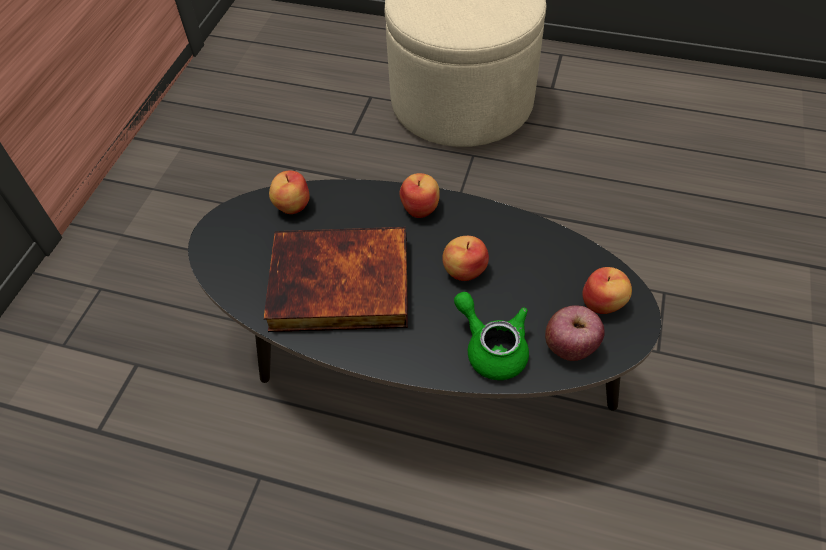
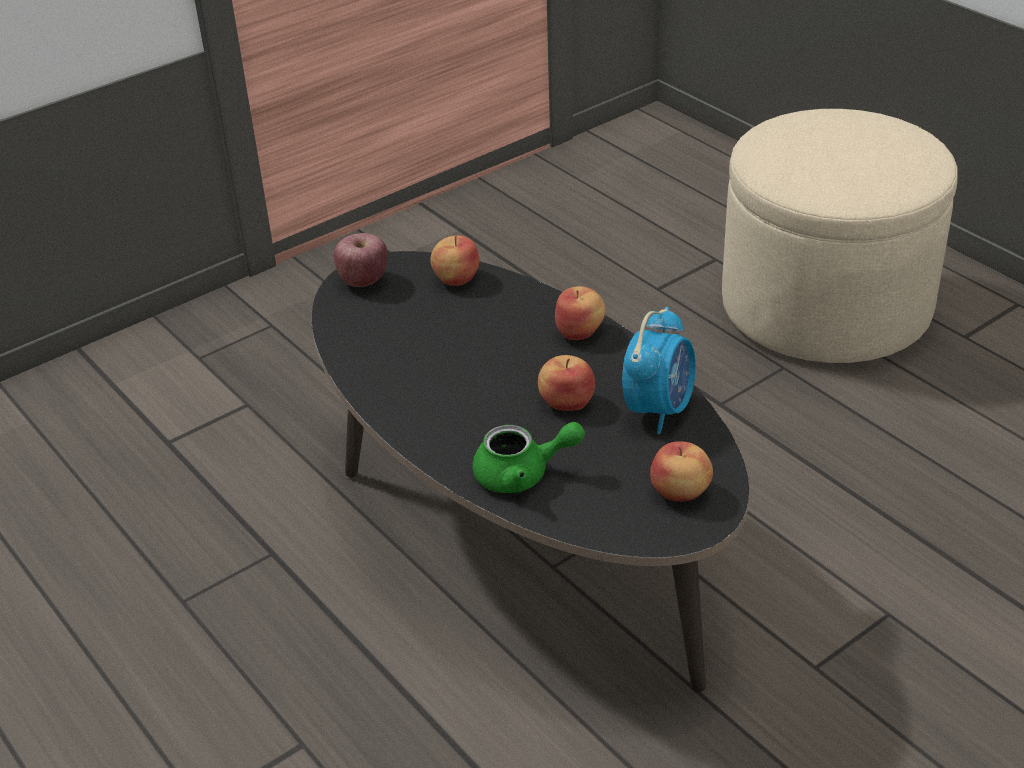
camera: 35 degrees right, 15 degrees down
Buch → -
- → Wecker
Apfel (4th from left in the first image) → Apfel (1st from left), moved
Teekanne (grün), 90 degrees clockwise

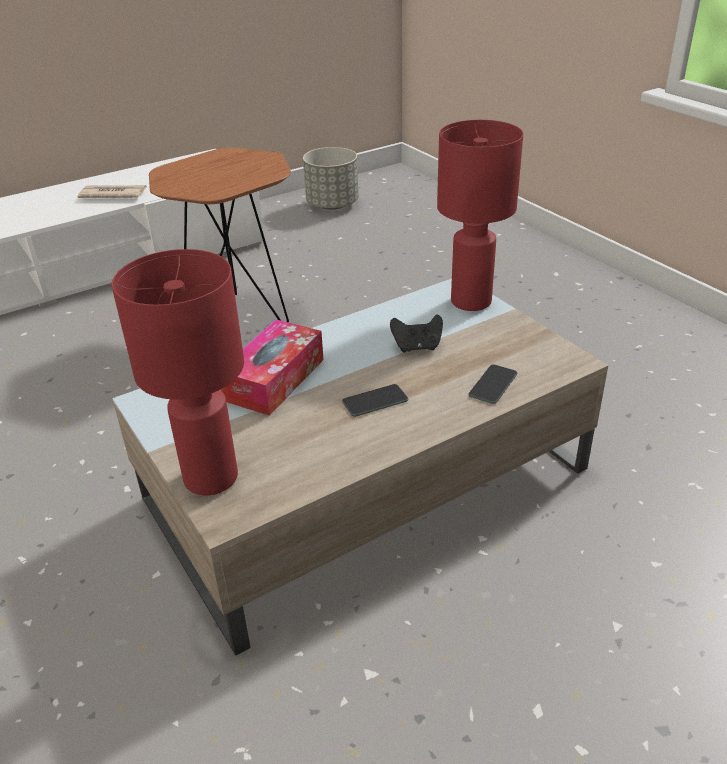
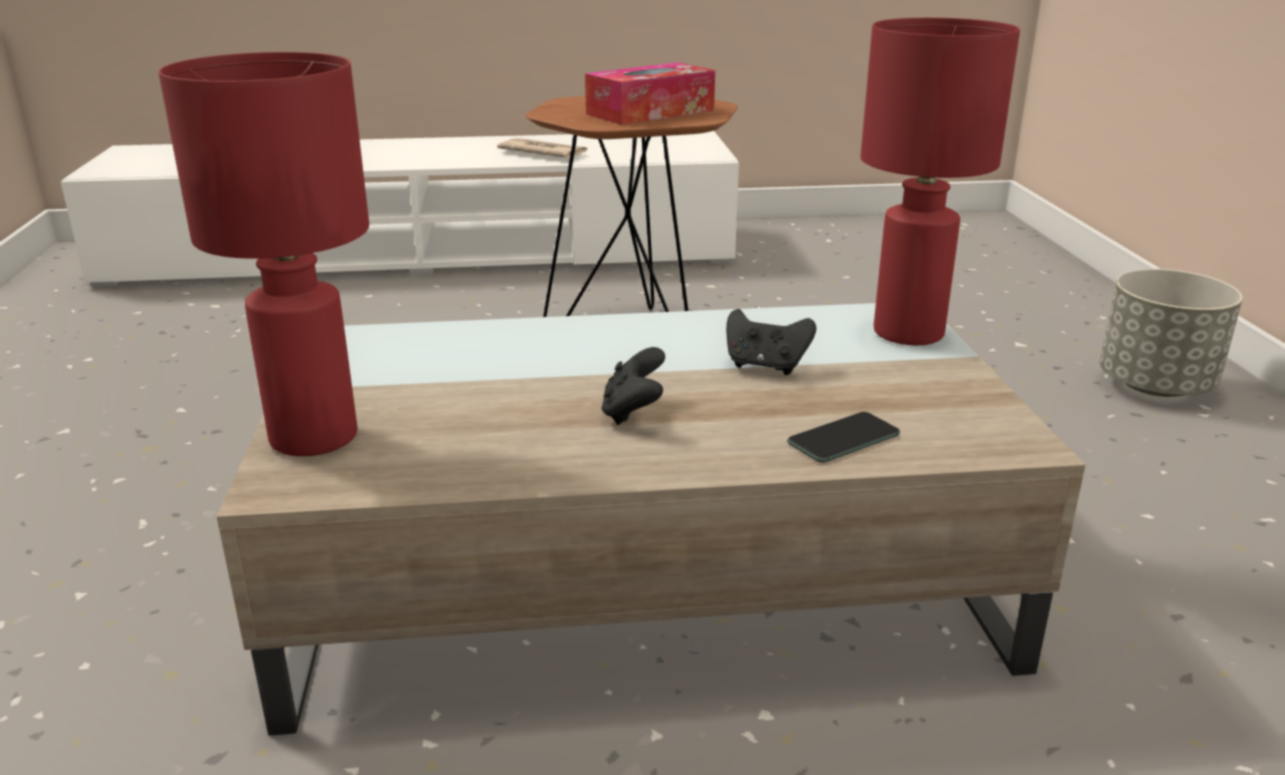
camera: 25 degrees right, 10 degrees down
Taschentuchbox, moved
Pflanzkübel (grau), moved
Handy (1st from left) → Gamepad (schwarz) (1st from left)

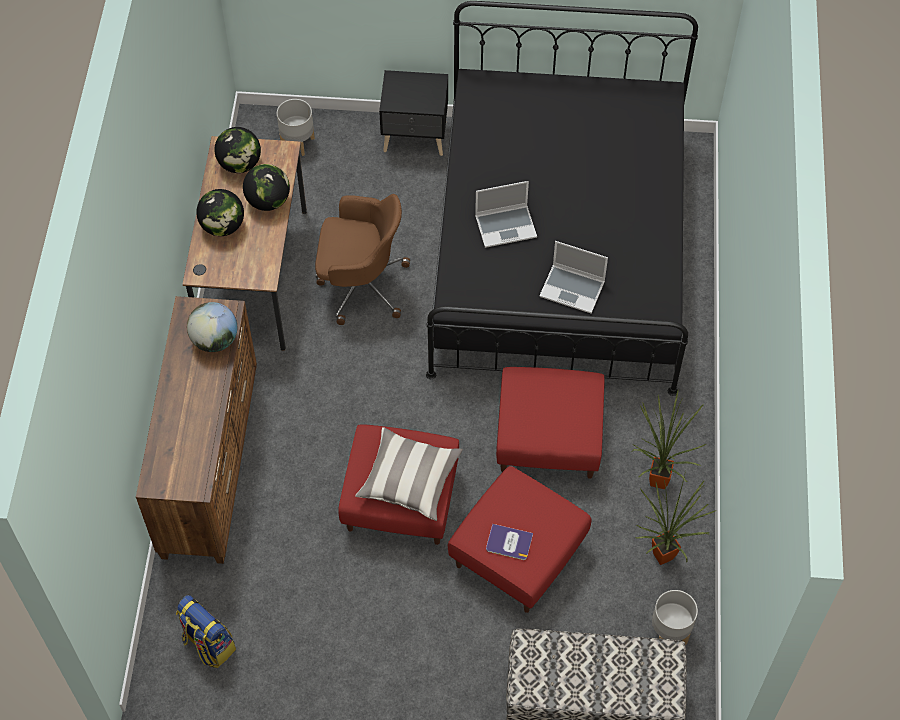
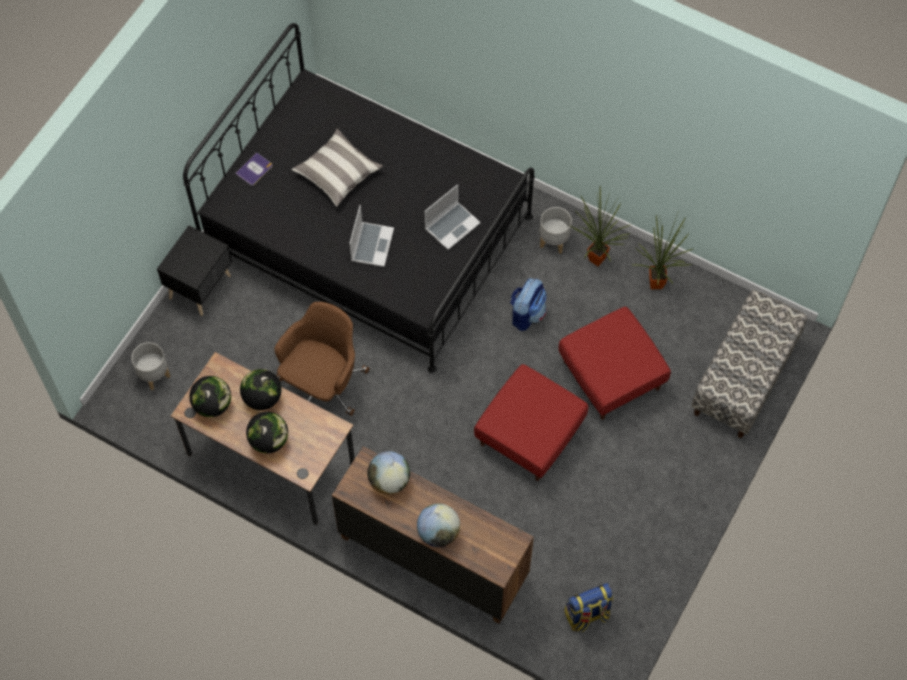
camera: 65 degrees left, 5 degrees up
- → Globus (5th from left)
Kissen, moved
Buch, moved
Pflanzkübel (grau) (2nd from left), moved
Polsterhocker (rot) (3rd from left) → Rucksack (1st from left)

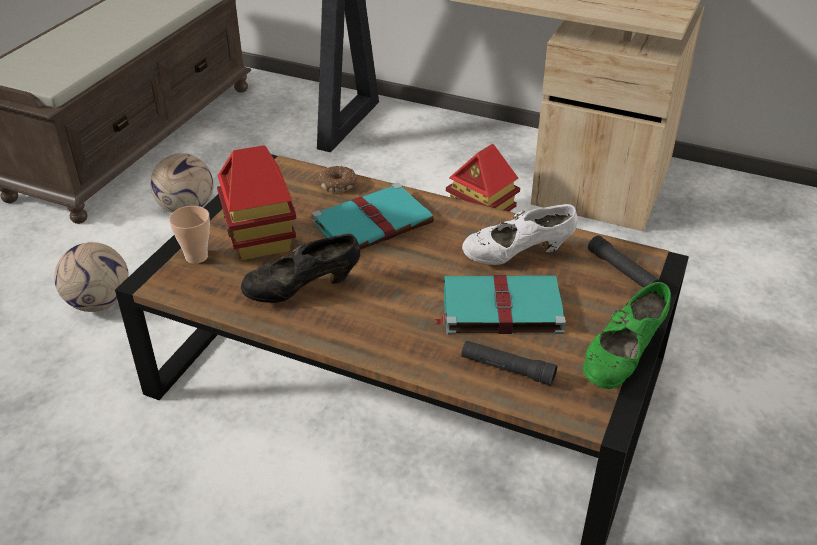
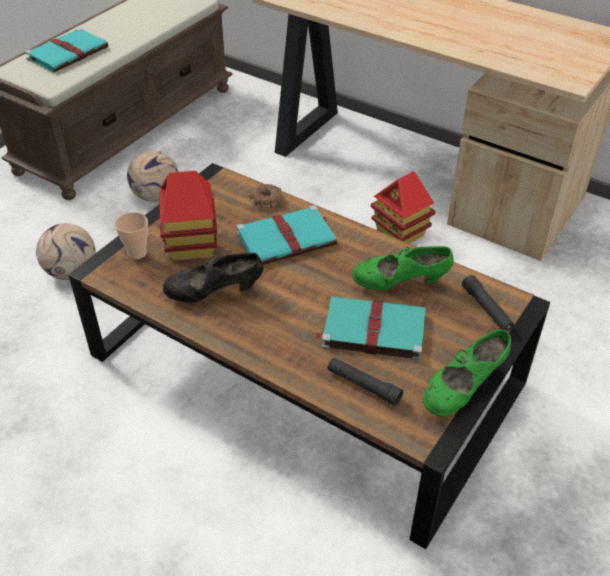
camera: 10 degrees right, 5 degrees up
- → Buch (türkis) (1st from left)
Schuh (weiß) → Schuh (grün) (1st from left)

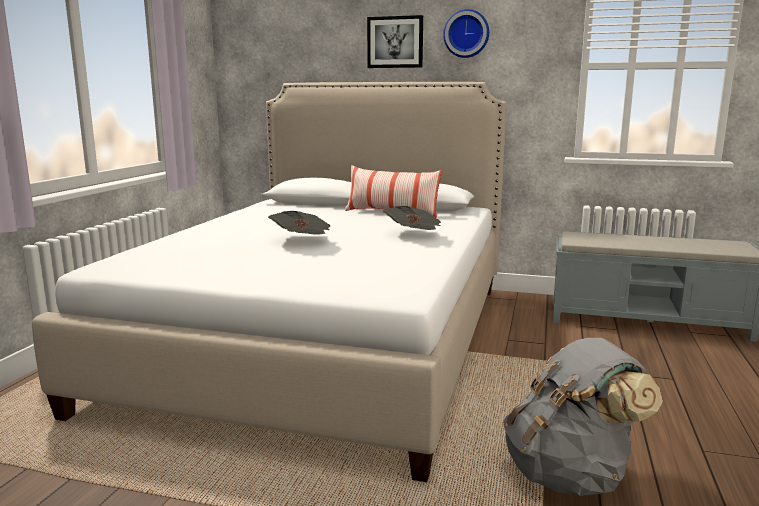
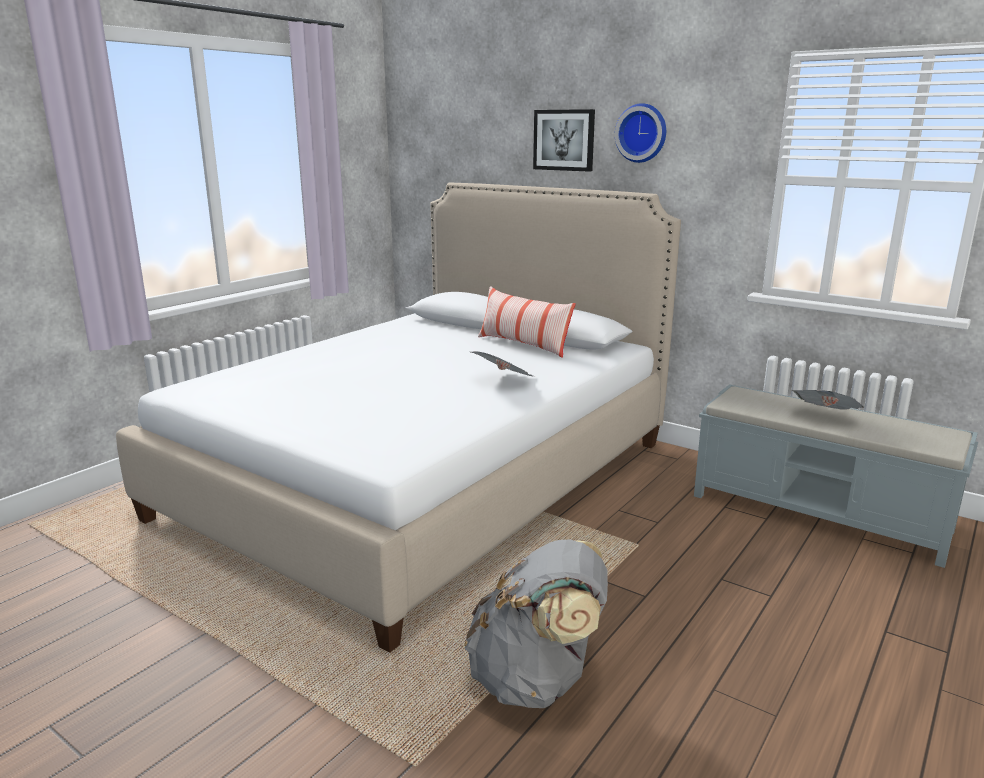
camera: 20 degrees right, 5 degrees up
Zeitung (1st from left in the first image) → Zeitung (2nd from left), moved

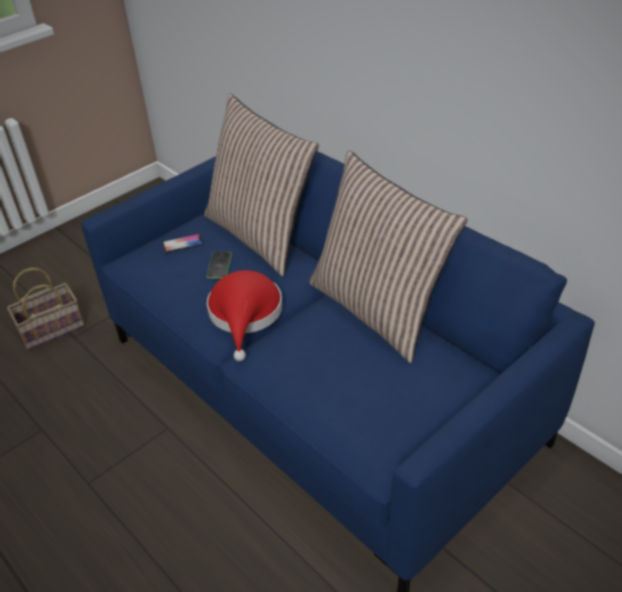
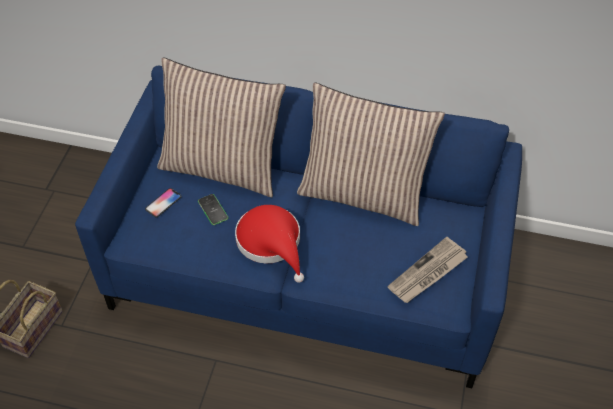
camera: 35 degrees left, 10 degrees up
- → Zeitung

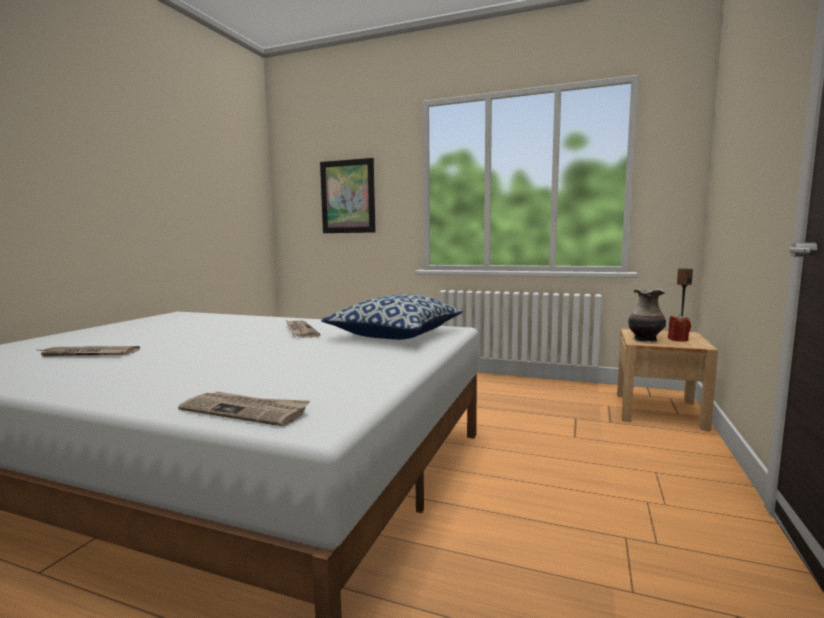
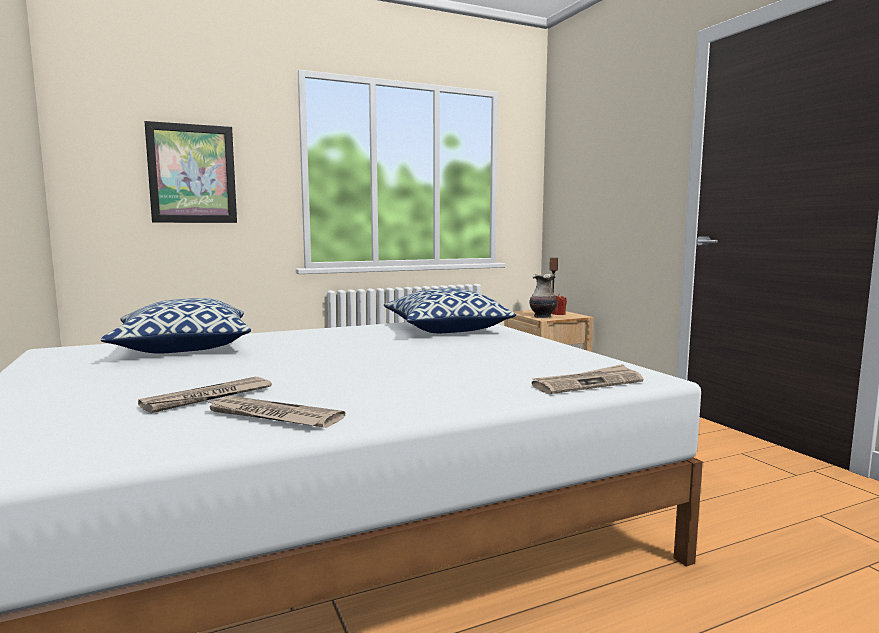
camera: 45 degrees left, 0 degrees up
- → Kissen (1st from left)
Zeitung (3rd from left in the first image) → Zeitung (2nd from left), moved

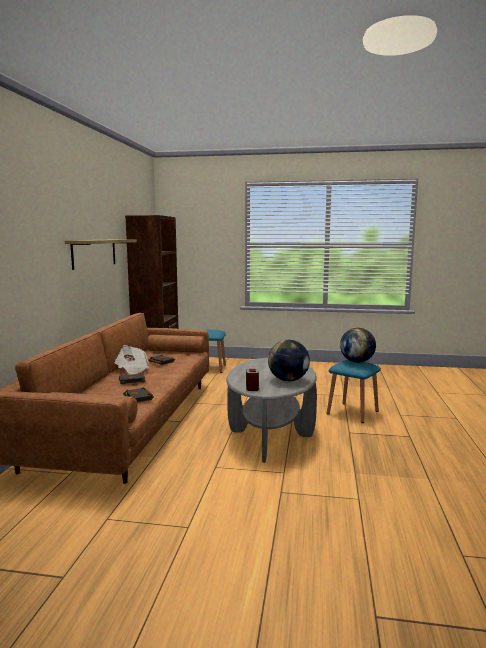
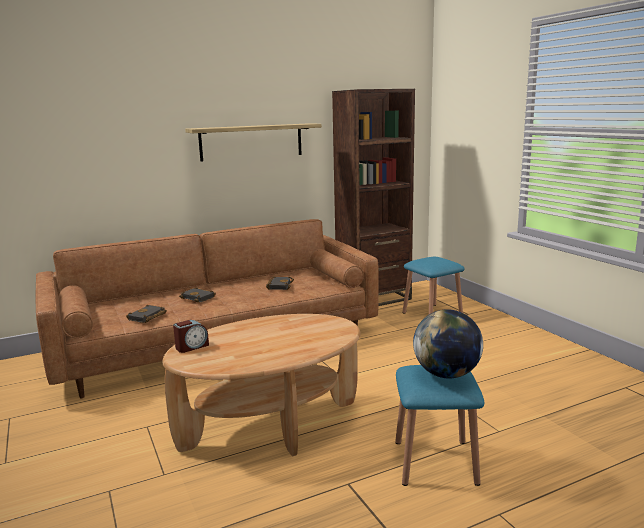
camera: 55 degrees right, 5 degrees up
Zeitung → -
Globus (1st from left) → -
Couchtisch (grau) → Couchtisch (braun)

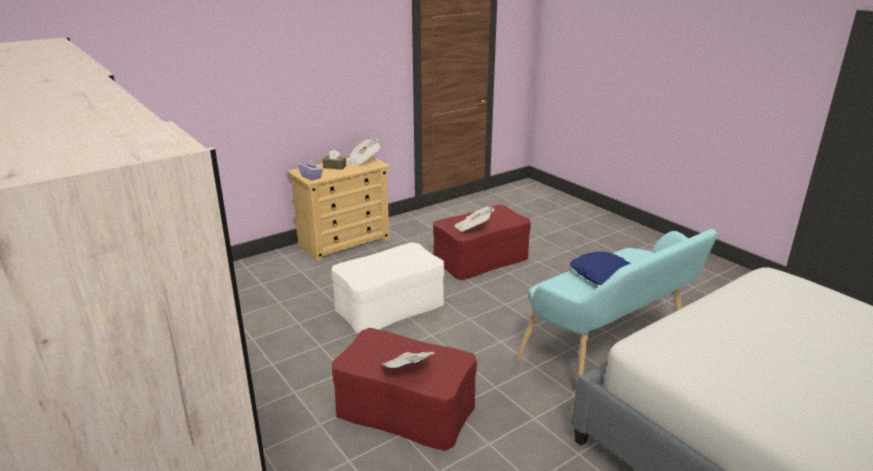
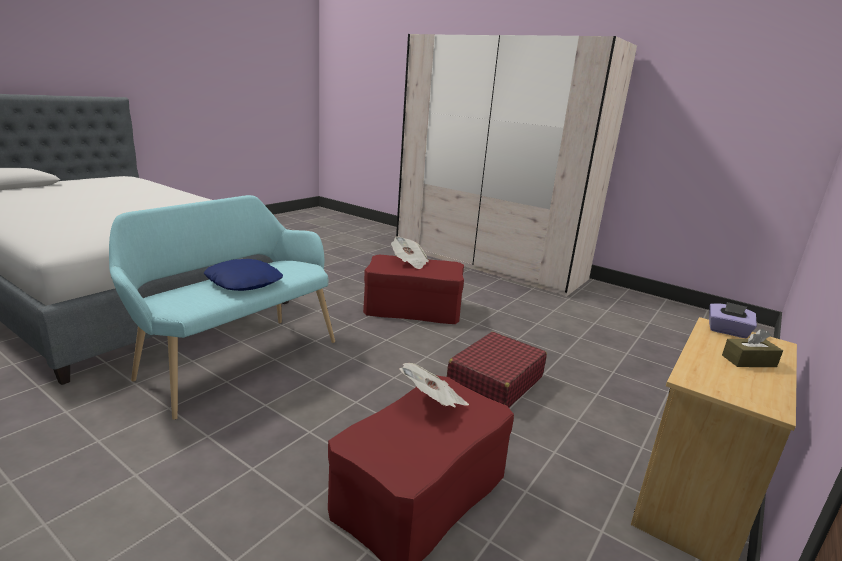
camera: 160 degrees right, 5 degrees down
Zeitung (1st from left) → -
Polsterhocker (weiß) → Koffer (rot)

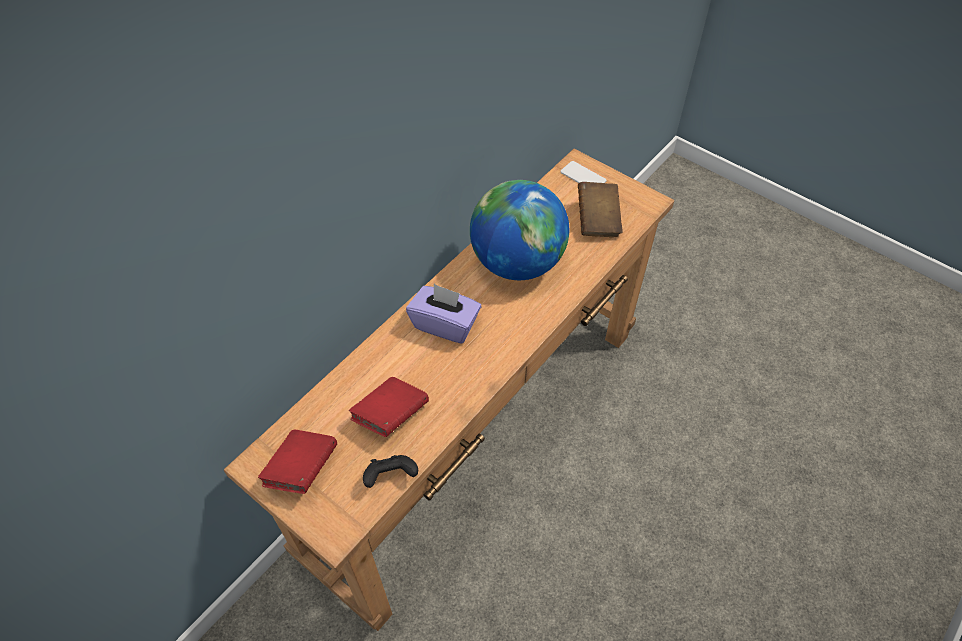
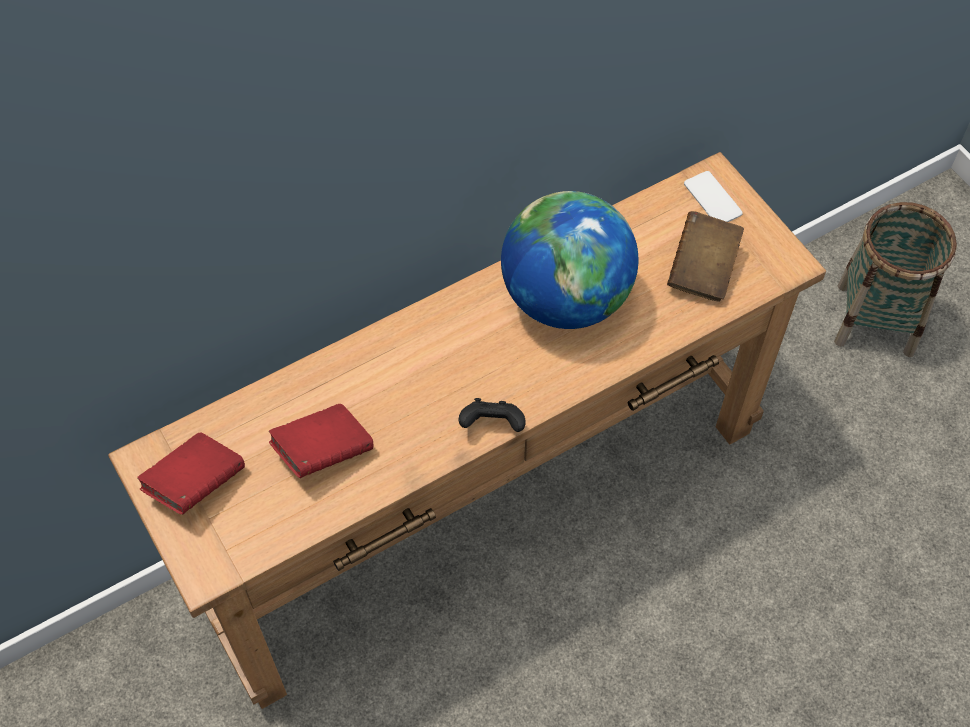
camera: 20 degrees right, 5 degrees up
Taschentuchbox (lila) → -
- → Korb
Gamepad (schwarz), moved

